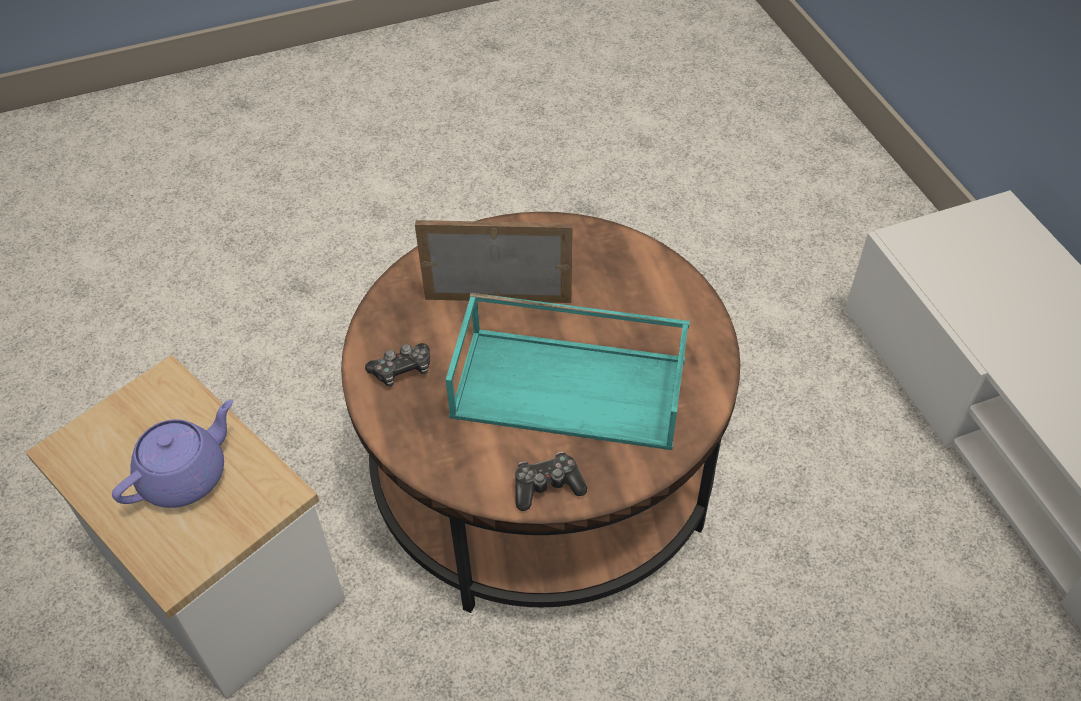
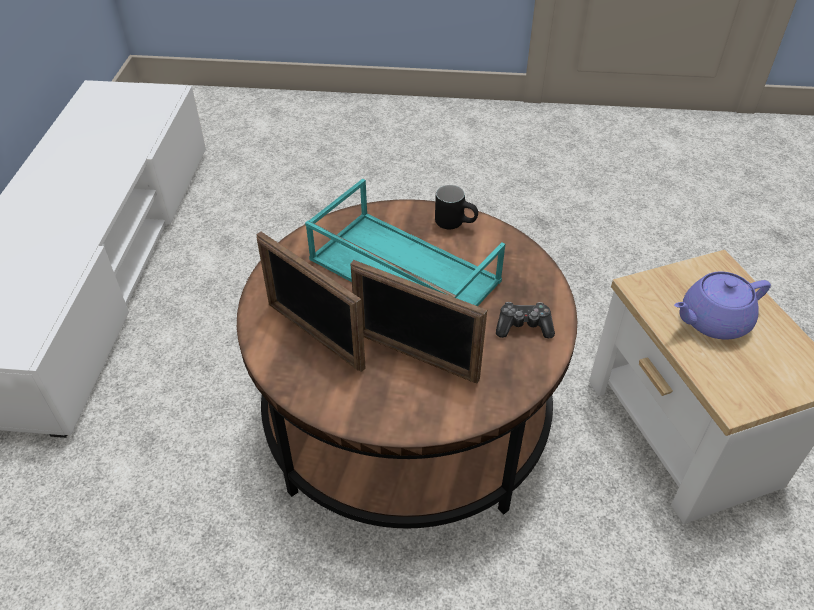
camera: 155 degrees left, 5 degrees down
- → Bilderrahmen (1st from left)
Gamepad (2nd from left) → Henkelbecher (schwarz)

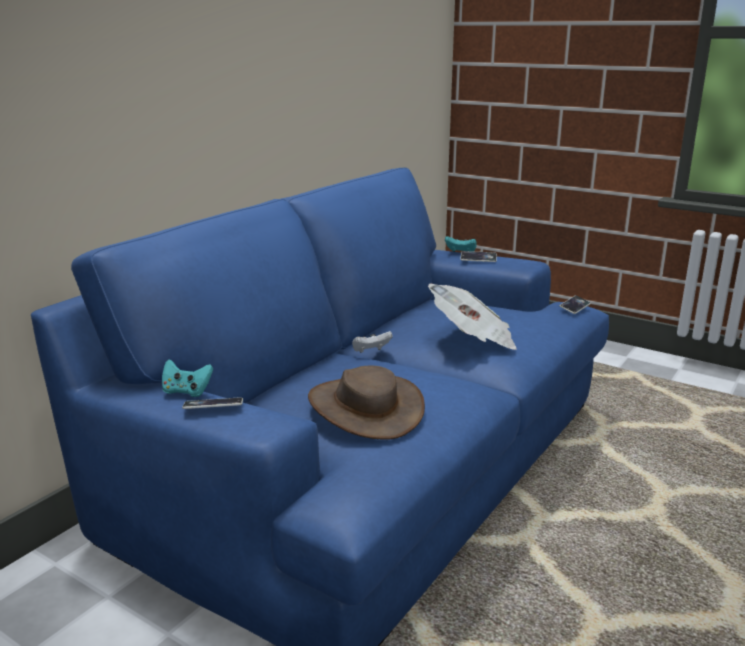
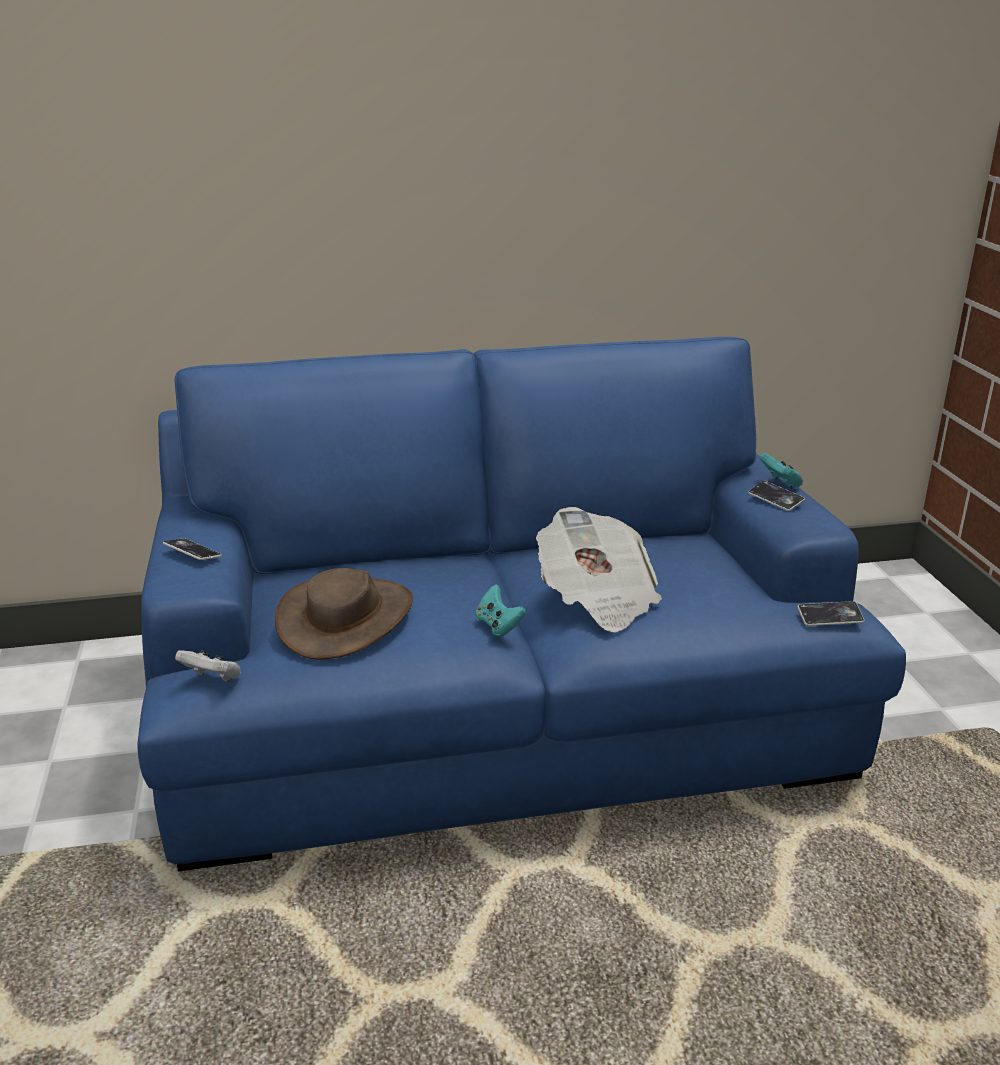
camera: 45 degrees right, 5 degrees up
Gamepad (türkis) (1st from left), moved
Gamepad (weiß), moved

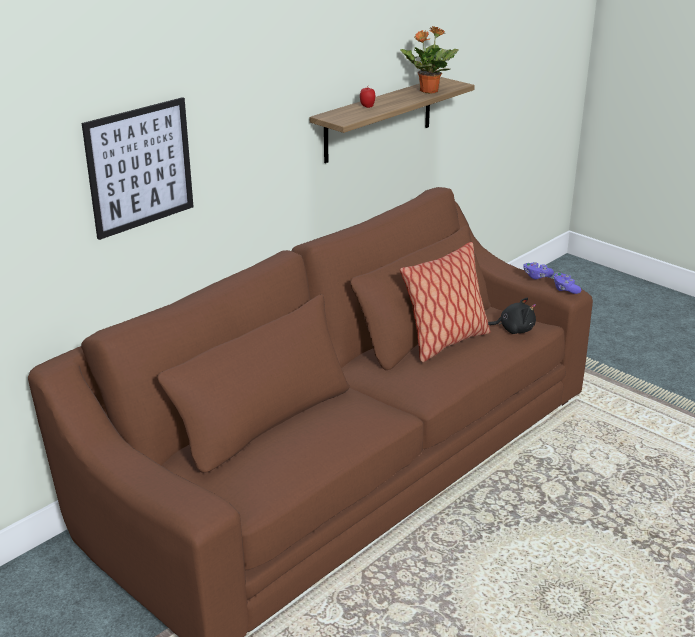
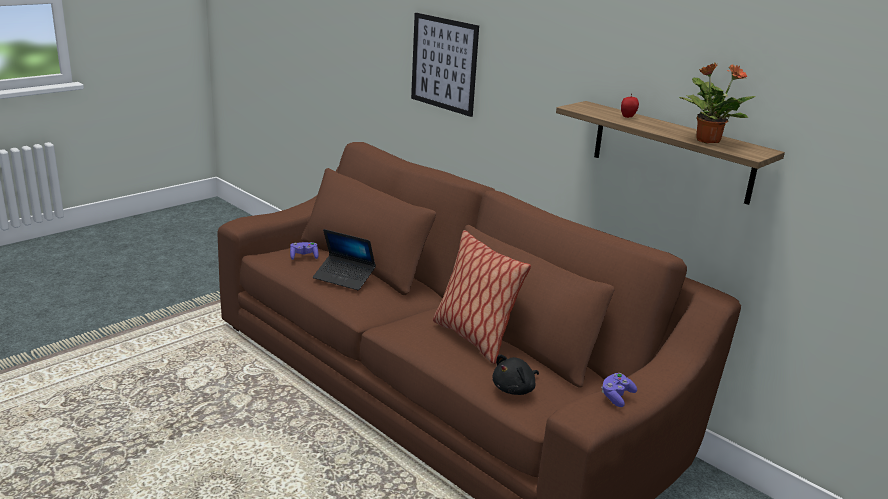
camera: 90 degrees right, 5 degrees down
- → Laptop
Gamepad (lila) (2nd from left in the first image) → Gamepad (lila) (1st from left), moved
Plüschtier (schwarz), 45 degrees clockwise

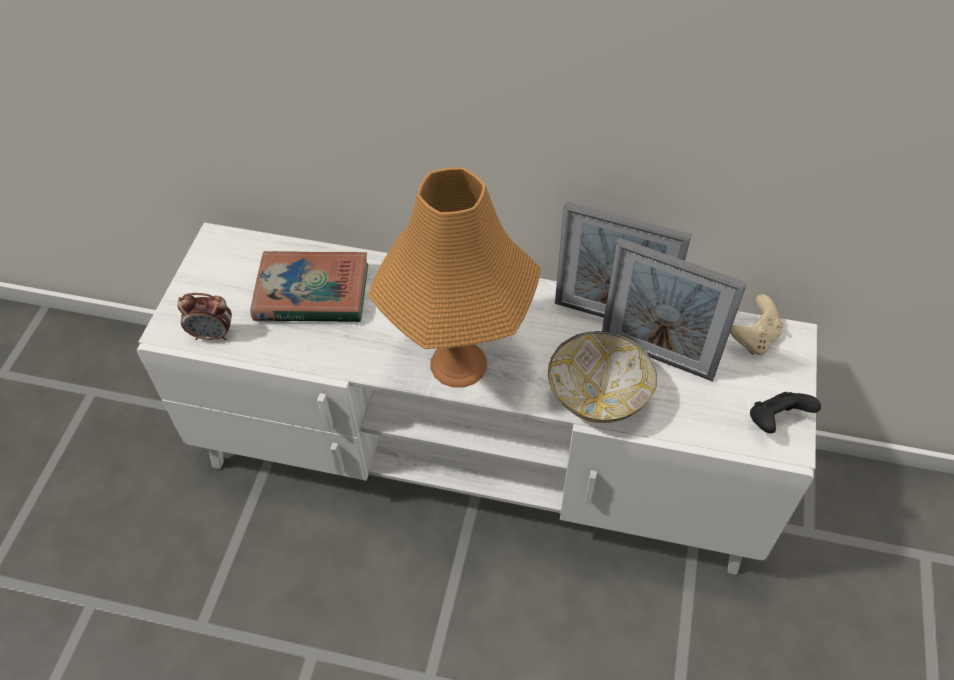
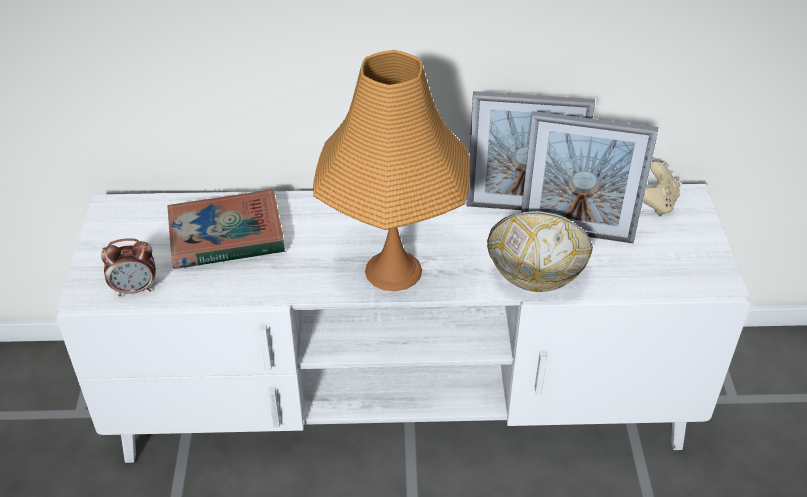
camera: 15 degrees left, 10 degrees down
Gamepad (schwarz) → -

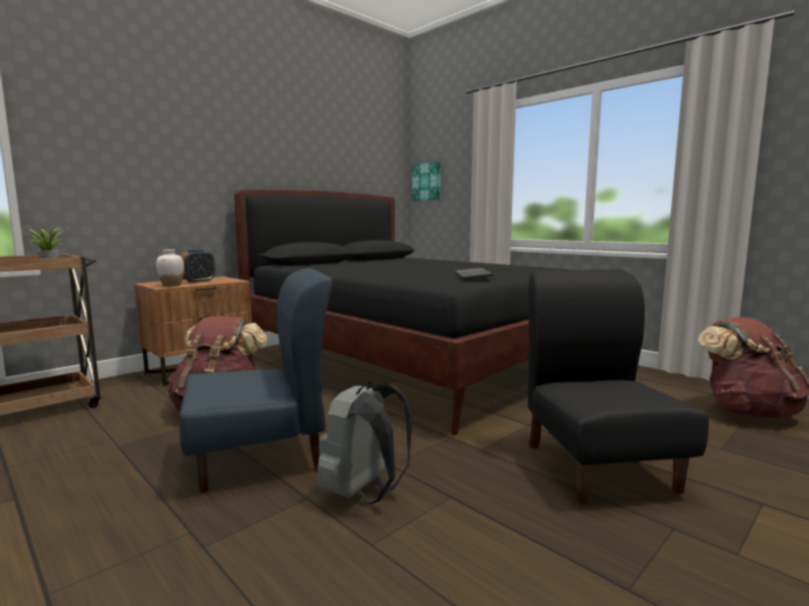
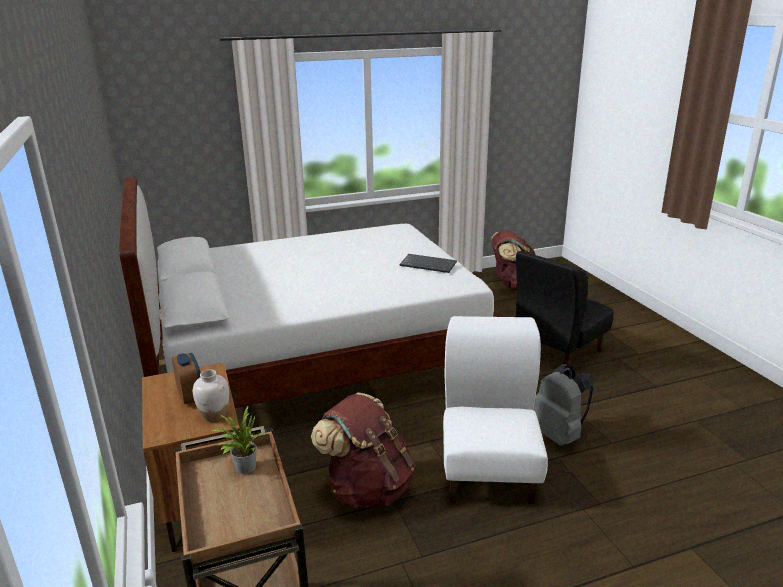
camera: 65 degrees left, 15 degrees up
Bild → -
Stuhl (blau) → Stuhl (weiß)
Bett (schwarz) → Bett (weiß)
Stuhl (schwarz), 60 degrees counterclockwise

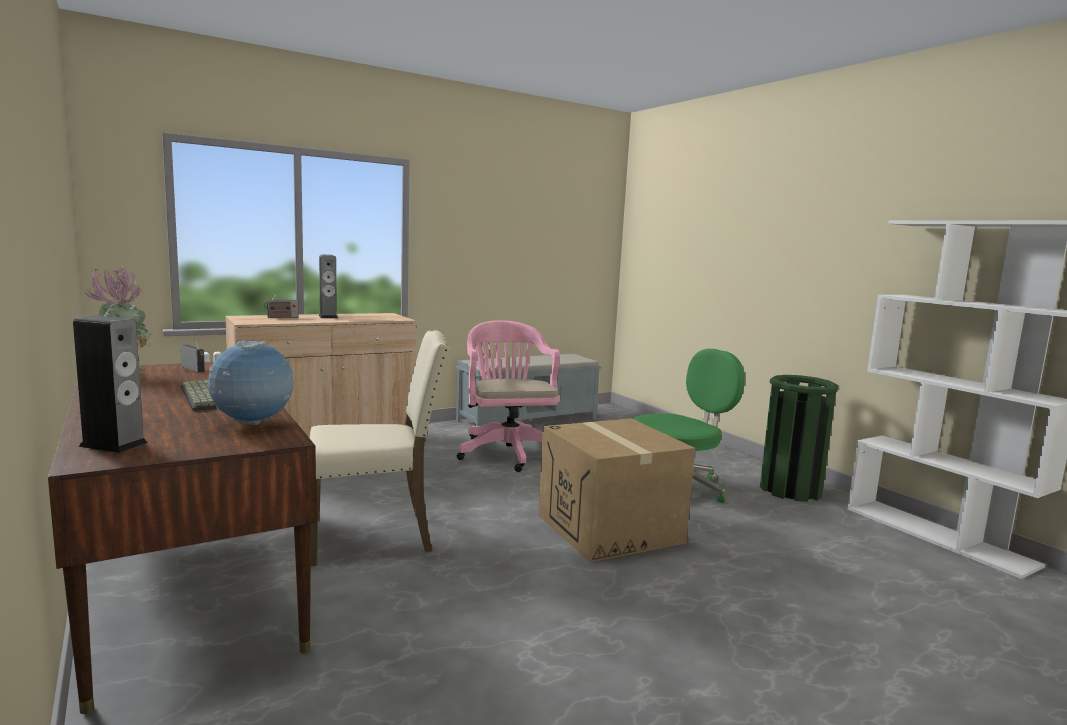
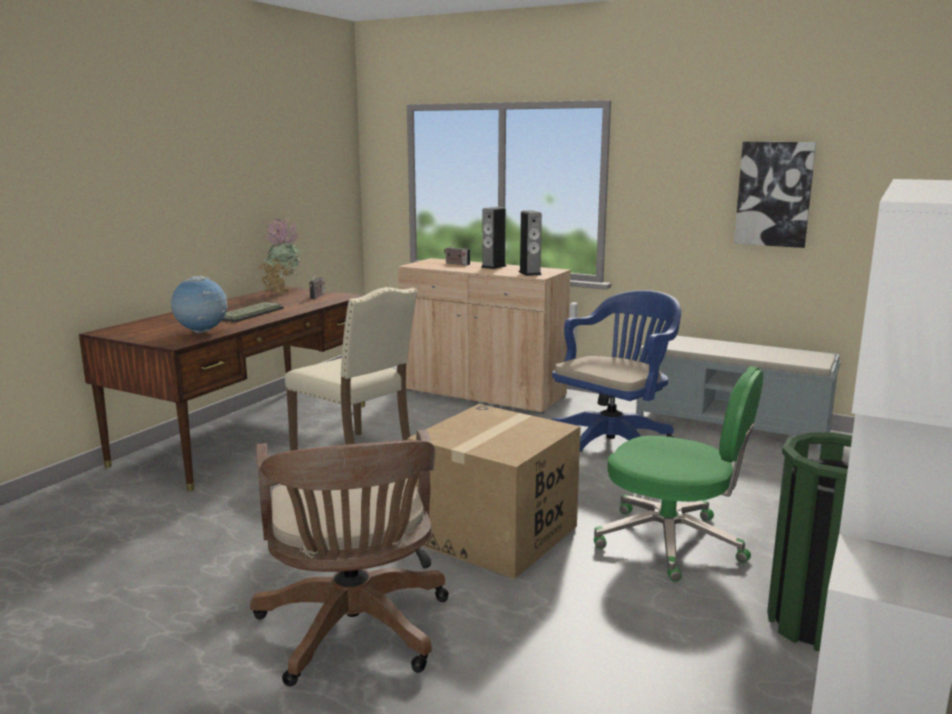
camera: 60 degrees right, 5 degrees up
- → Bürostuhl (braun)
- → Bild
Lautsprecher (1st from left in the first image) → Lautsprecher (2nd from left), moved
Bürostuhl (rosa) → Bürostuhl (blau)

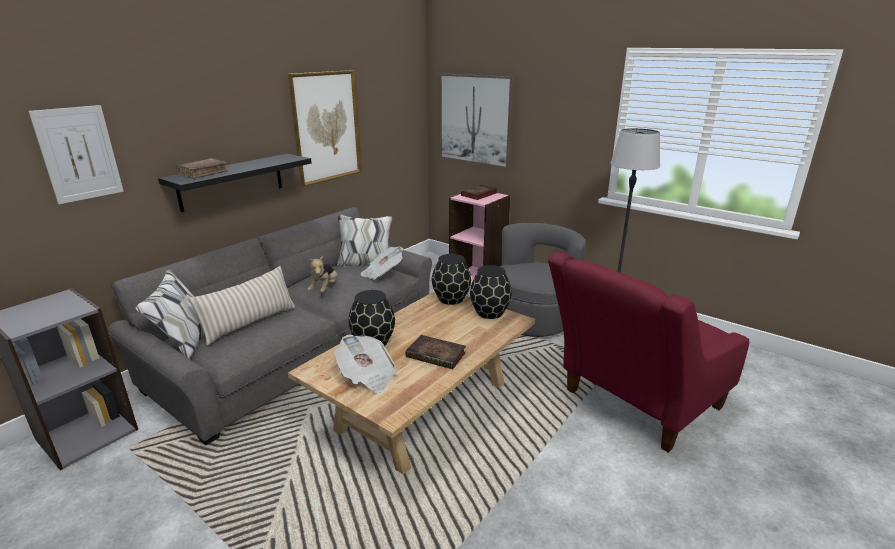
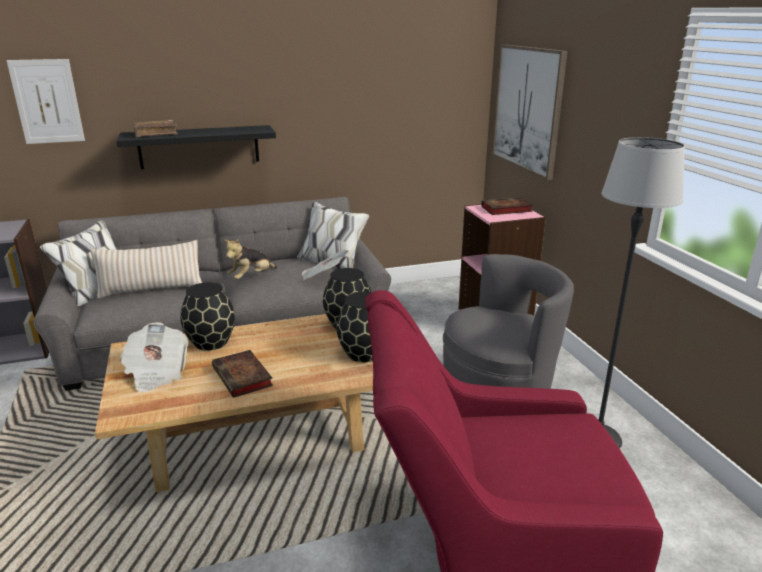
camera: 35 degrees right, 0 degrees up
Bild (2nd from left) → -

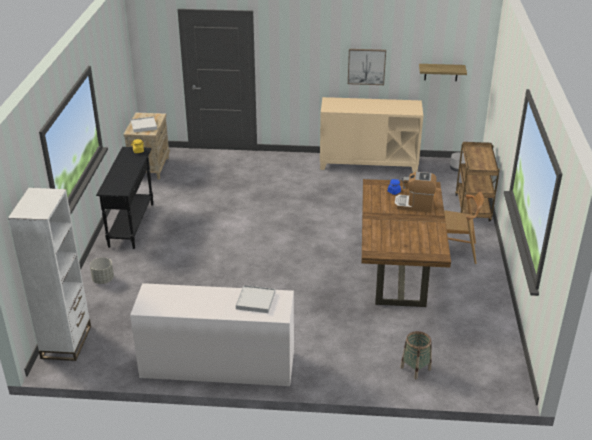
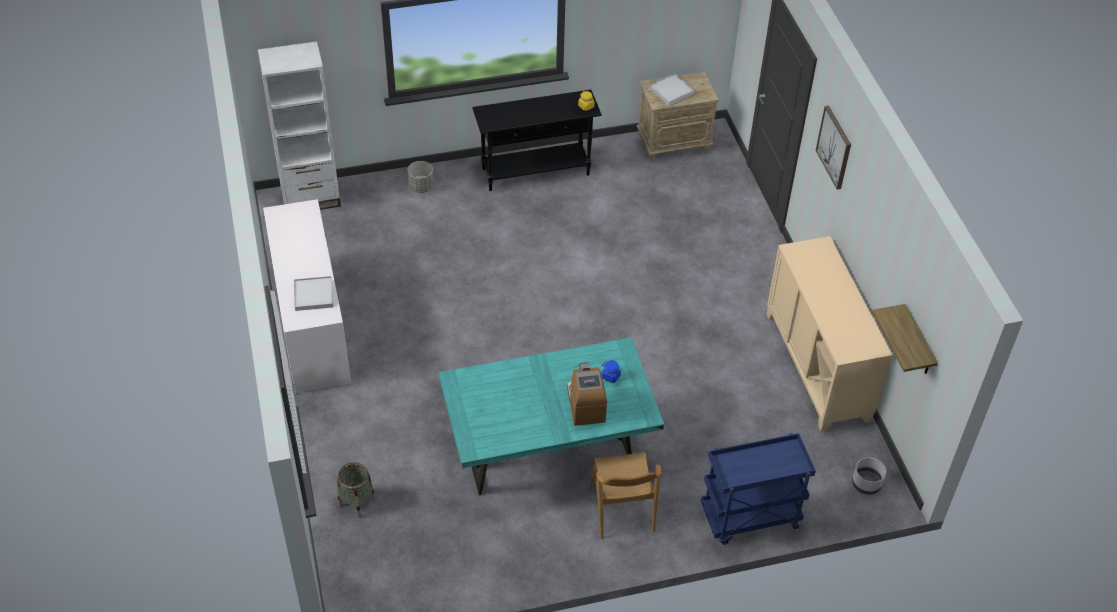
camera: 70 degrees right, 15 degrees up
Bild, moved
Esstisch (braun) → Esstisch (türkis)
Rollwagen (braun) → Rollwagen (blau)

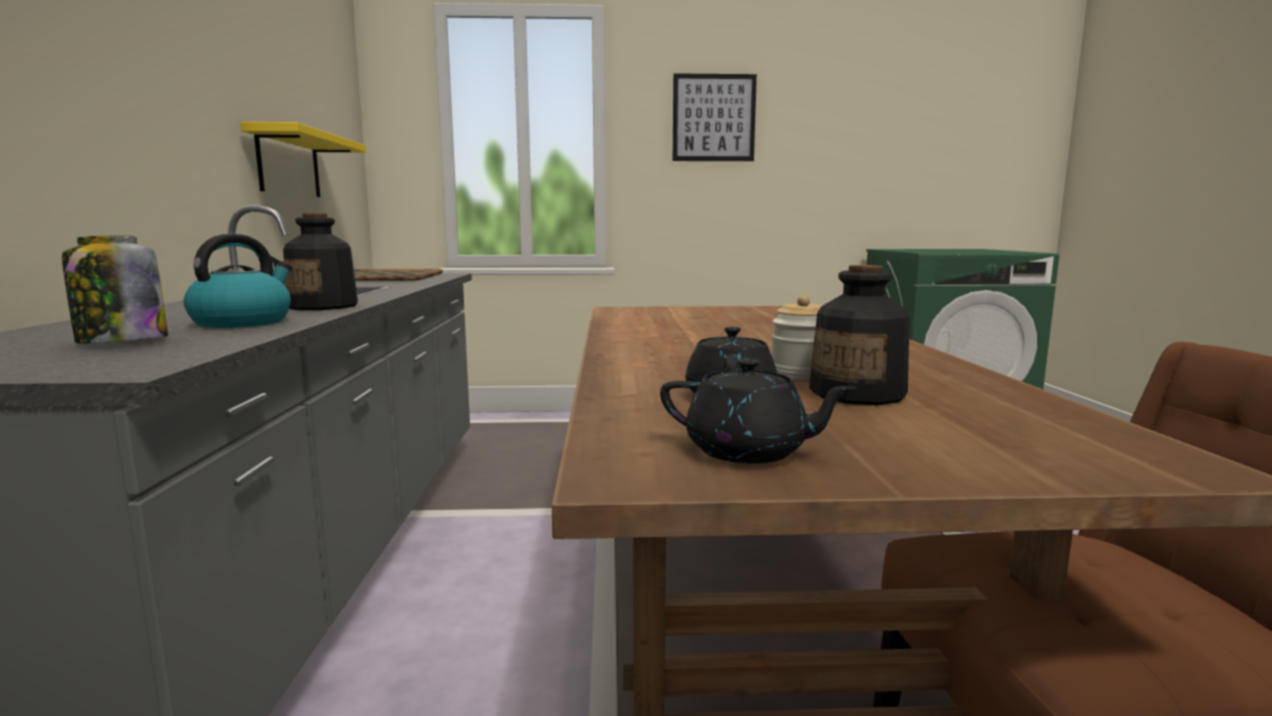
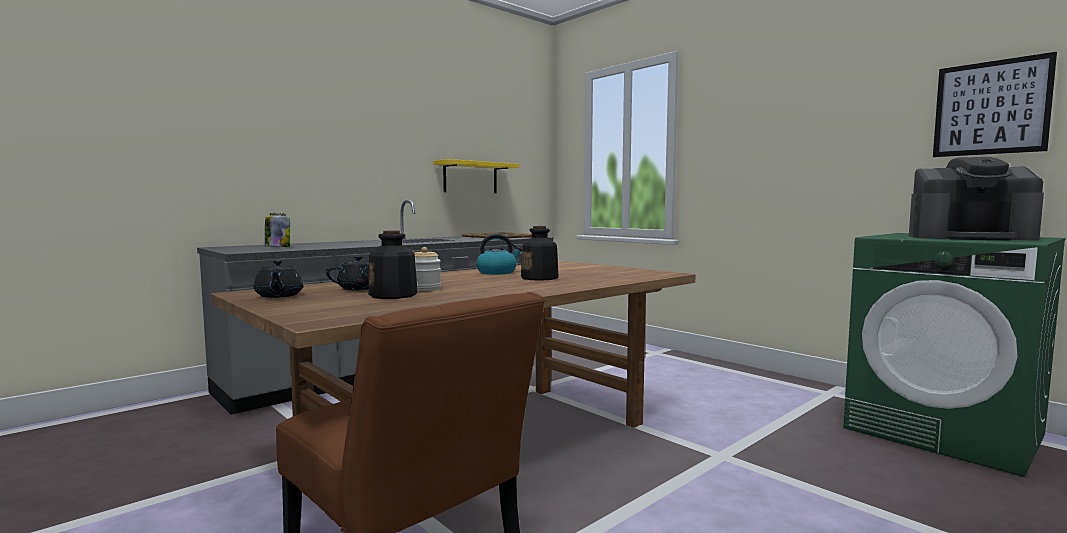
camera: 50 degrees right, 5 degrees down
- → Kaffeemaschine
Wasserkessel, moved
Flasche (1st from left in the first image) → Flasche (2nd from left), moved
Bild, moved

